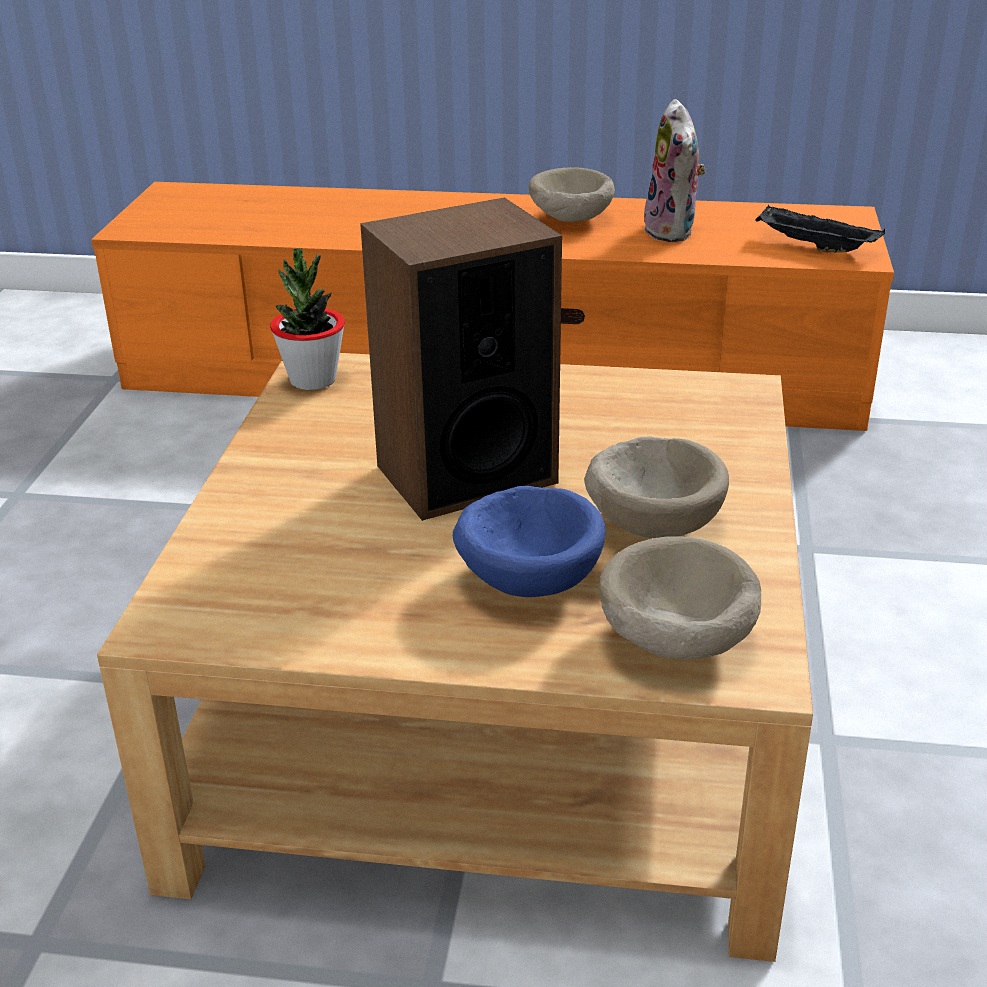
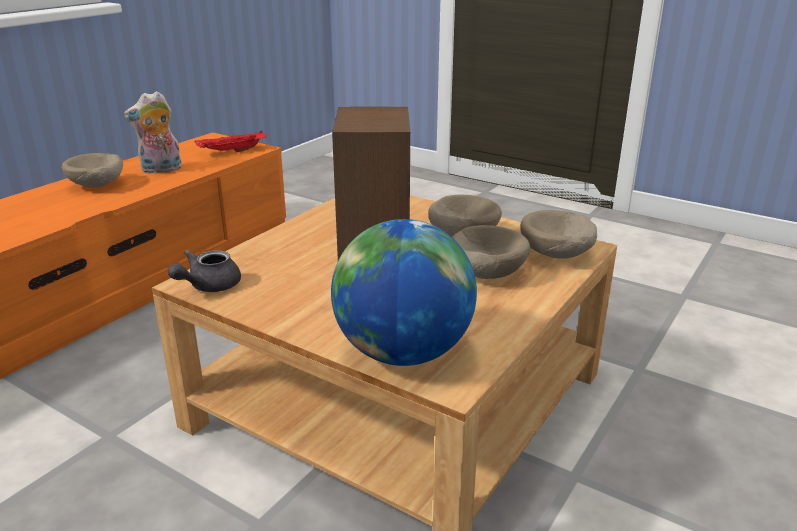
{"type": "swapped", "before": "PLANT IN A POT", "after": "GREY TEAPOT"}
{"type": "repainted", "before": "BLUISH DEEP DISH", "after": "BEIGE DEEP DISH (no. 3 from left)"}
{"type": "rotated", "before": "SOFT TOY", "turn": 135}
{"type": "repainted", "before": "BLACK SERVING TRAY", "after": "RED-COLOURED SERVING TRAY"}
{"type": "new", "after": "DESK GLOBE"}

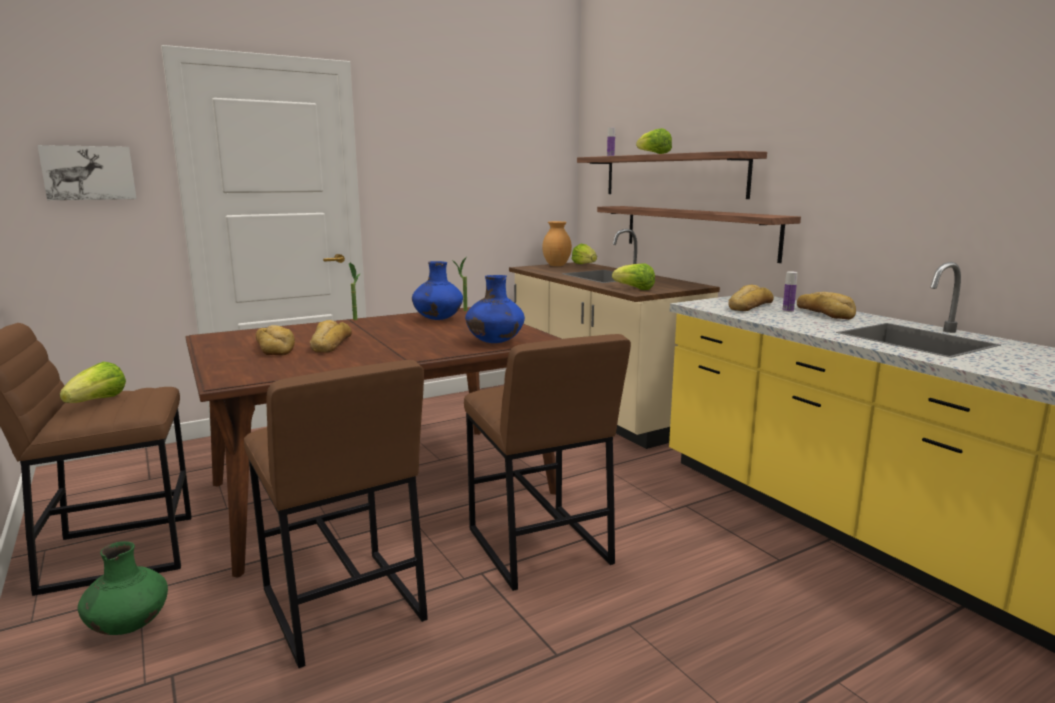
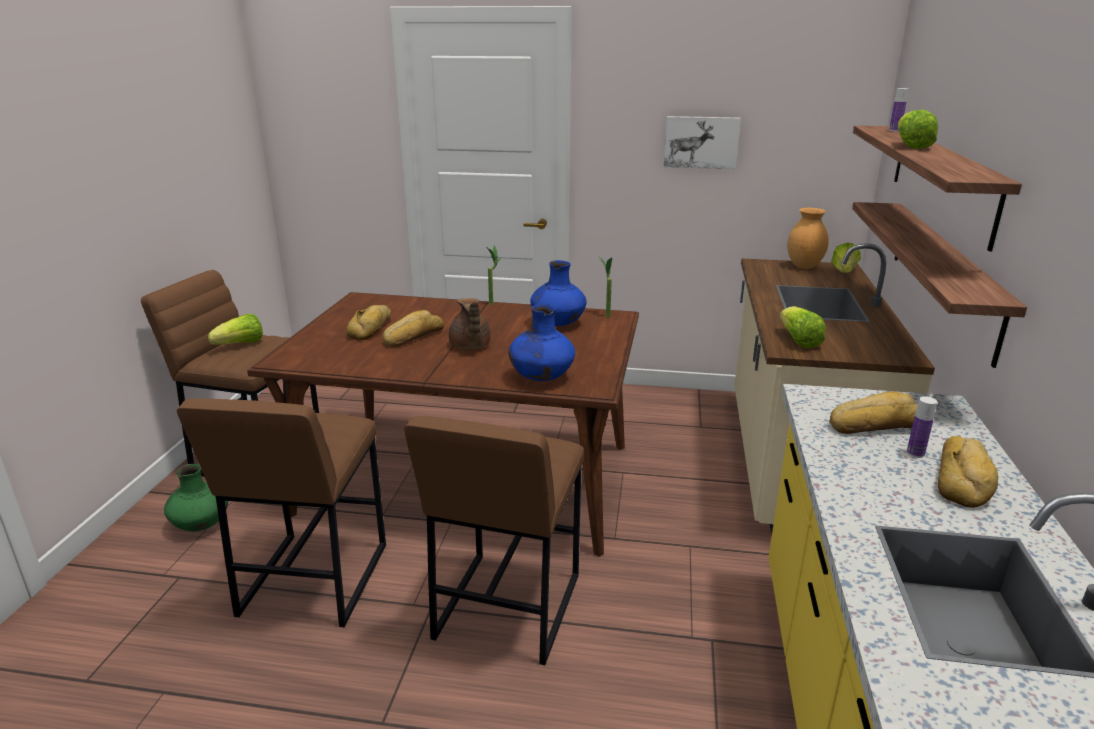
{"type": "shifted", "before": "PICTURE"}
{"type": "new", "after": "BROWN TEAPOT"}

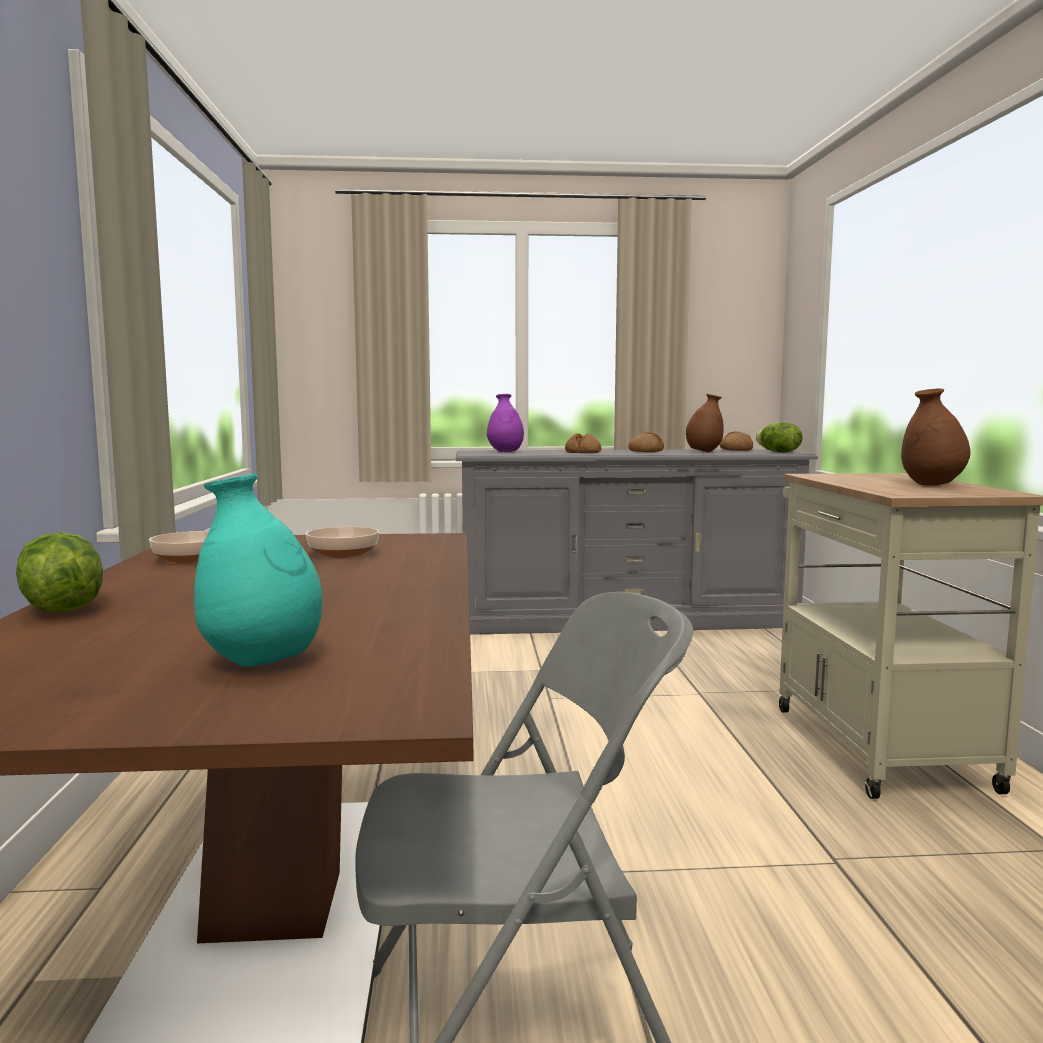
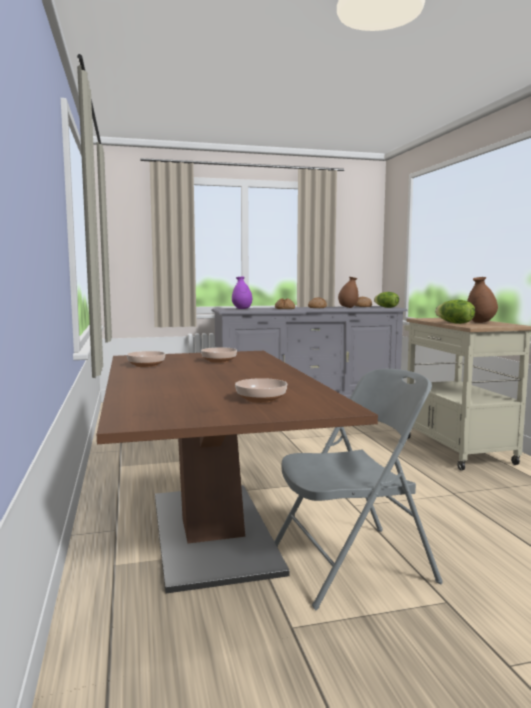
{"type": "shifted", "before": "LETTUCE (no. 1 from left in the first image)", "after": "LETTUCE (no. 2 from left)"}
{"type": "swapped", "before": "TURQUOISE DECORATIVE VASE", "after": "DEEP DISH (no. 3 from left)"}

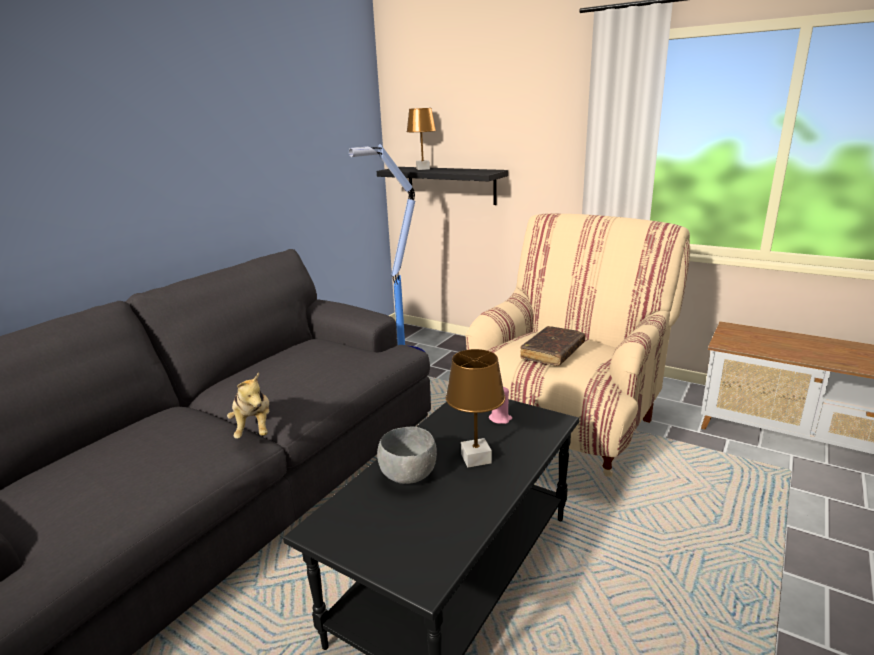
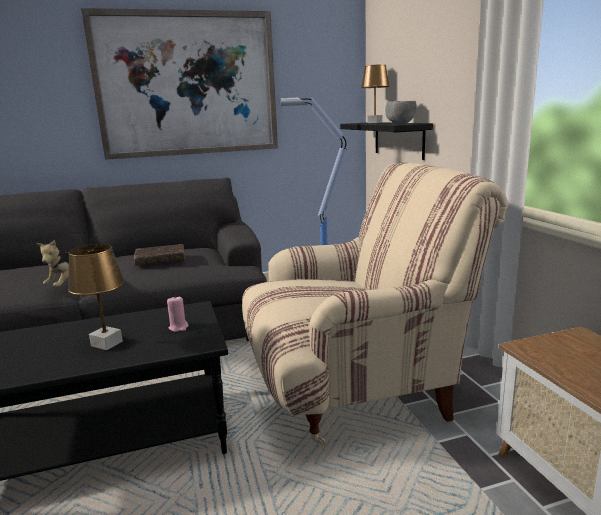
{"type": "shifted", "before": "GREY DEEP DISH"}
{"type": "shifted", "before": "BROWN BOOK"}
{"type": "new", "after": "PICTURE"}

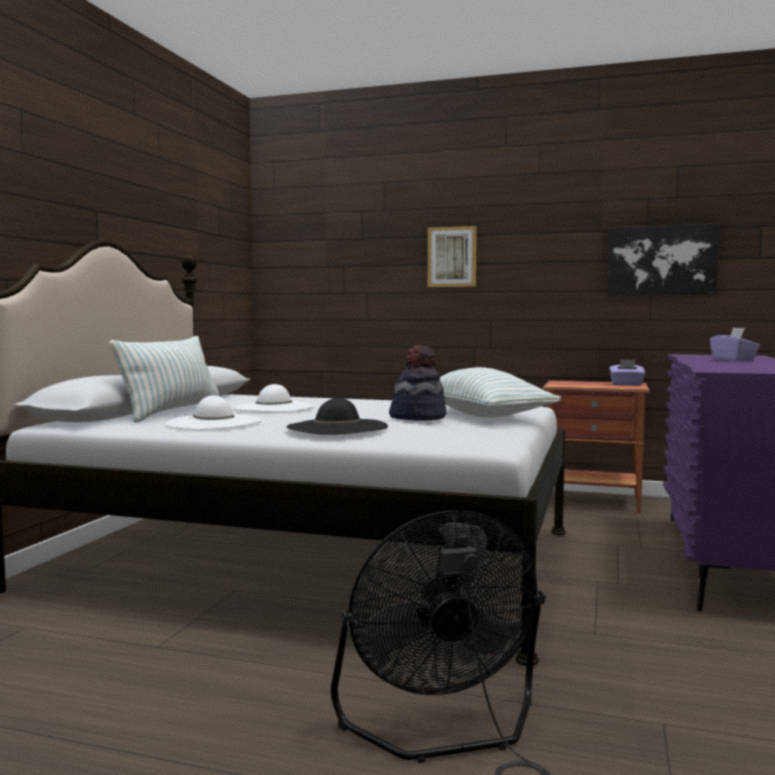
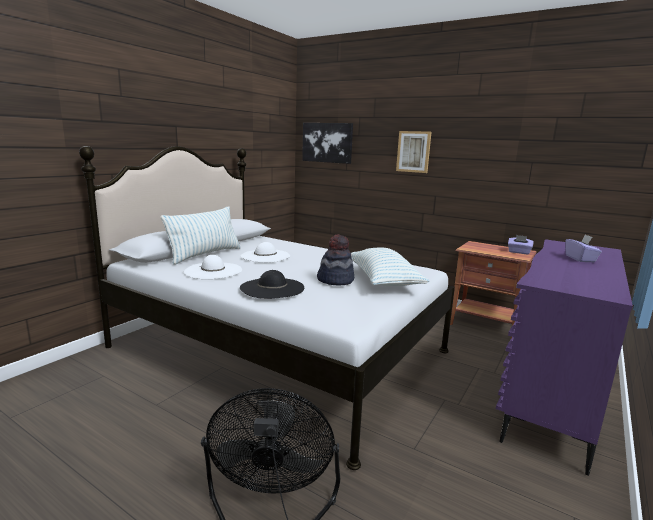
{"type": "shifted", "before": "PICTURE (no. 2 from left in the first image)", "after": "PICTURE (no. 1 from left)"}

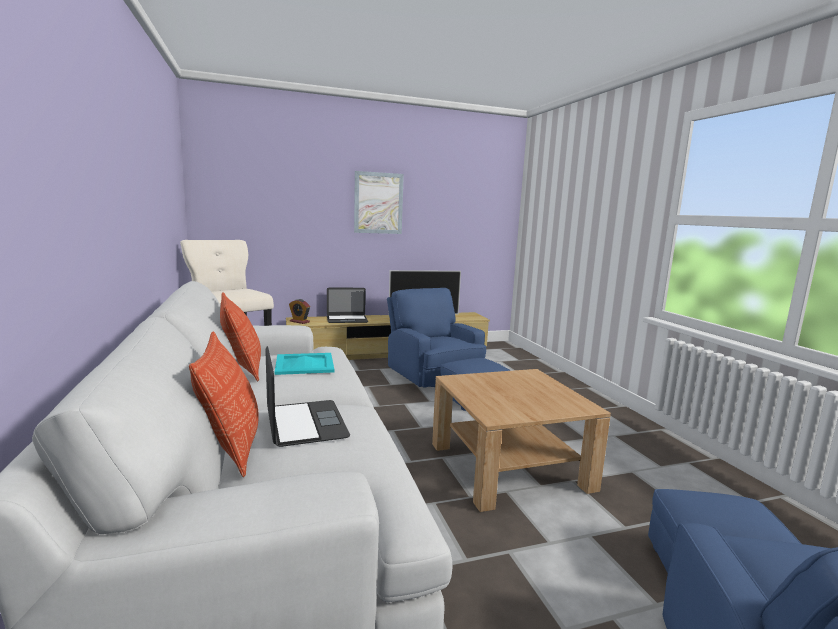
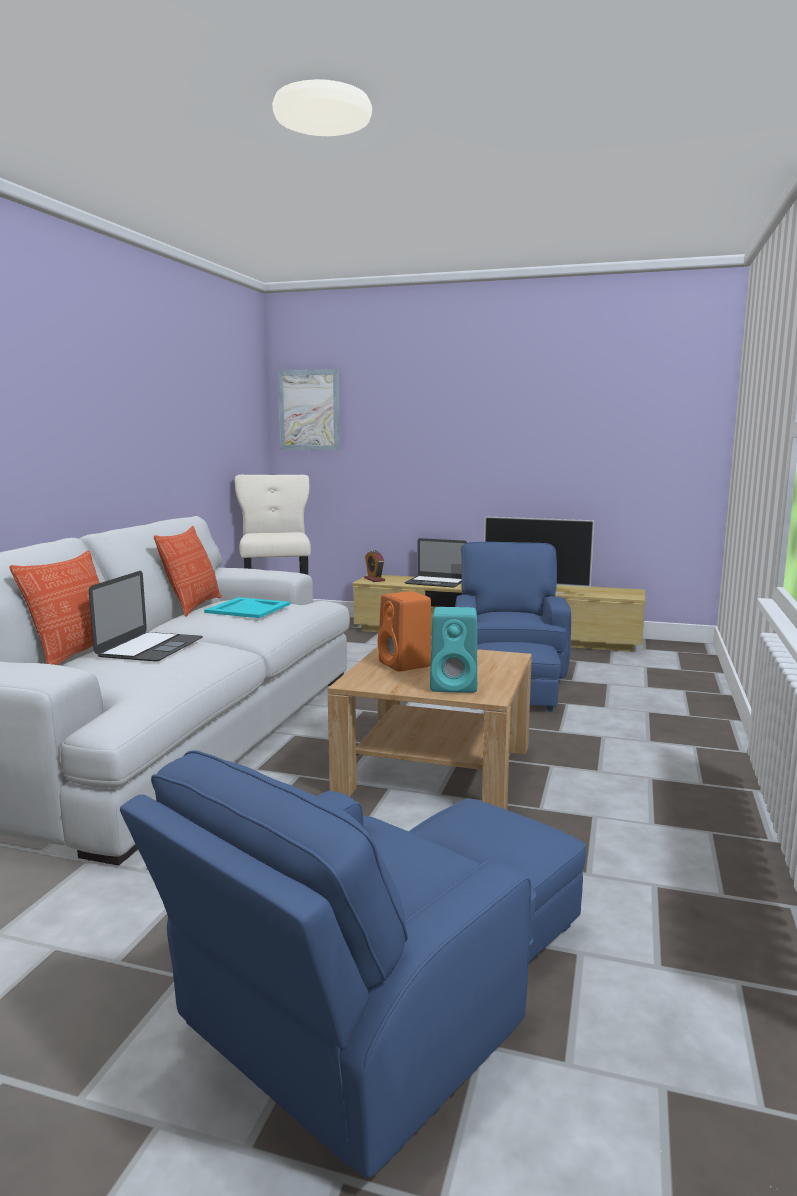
{"type": "shifted", "before": "PICTURE"}
{"type": "new", "after": "ORANGE-COLOURED LOUDSPEAKER"}
{"type": "new", "after": "TURQUOISE LOUDSPEAKER"}

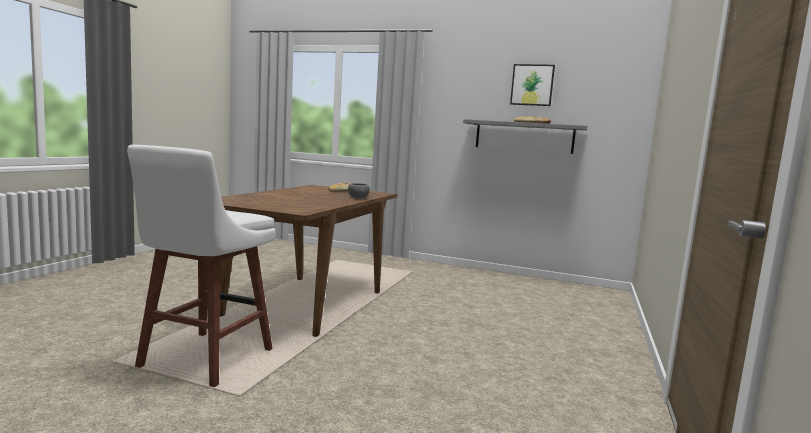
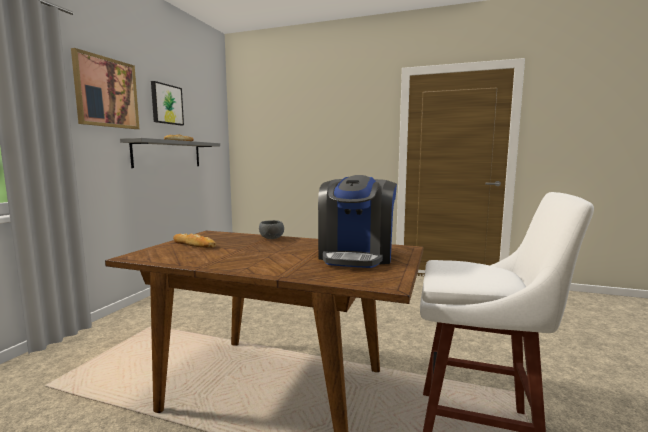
{"type": "new", "after": "PICTURE (no. 1 from left)"}
{"type": "new", "after": "COFFEE BREWER"}

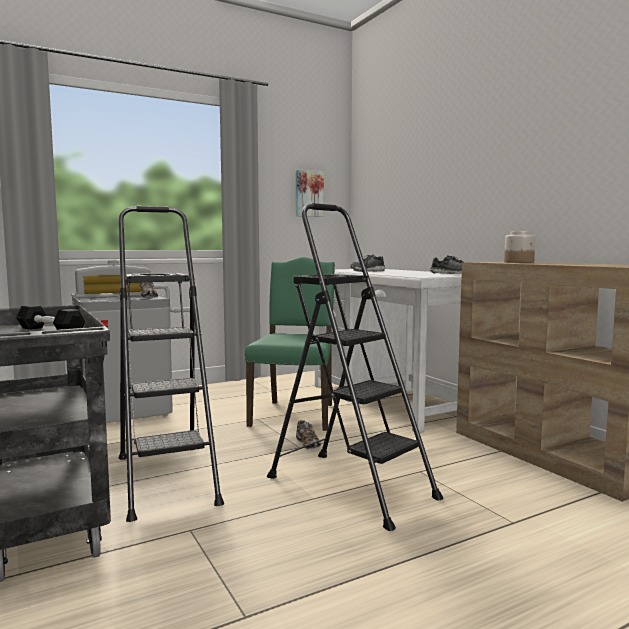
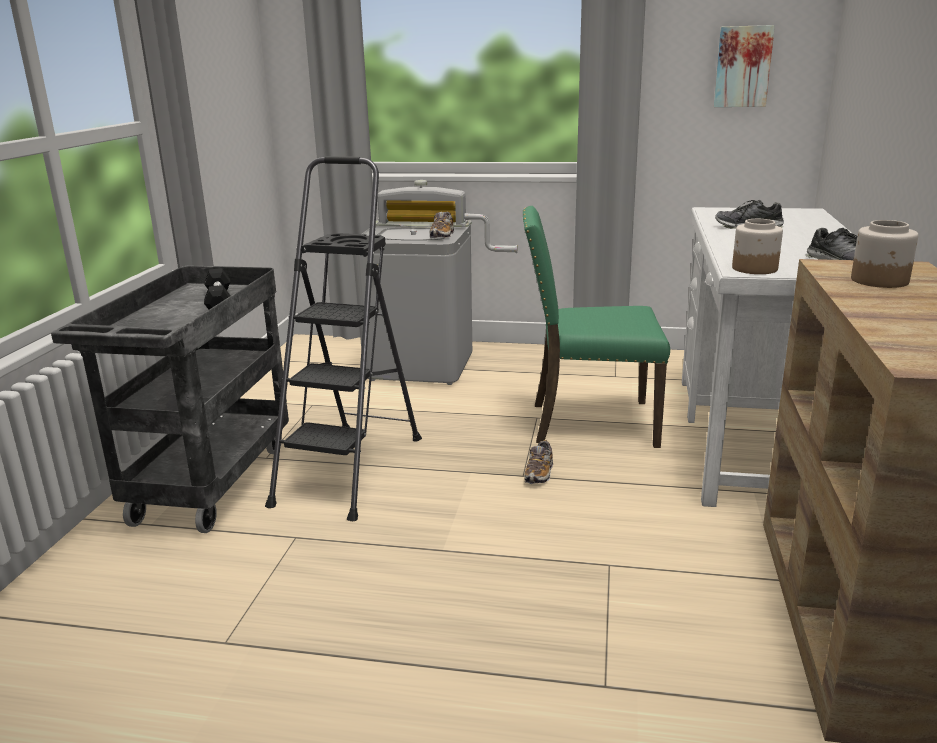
{"type": "rotated", "before": "GREEN CHAIR", "turn": -135}
{"type": "gone", "before": "STEP LADDER (no. 2 from left)"}
{"type": "new", "after": "JAR (no. 1 from left)"}

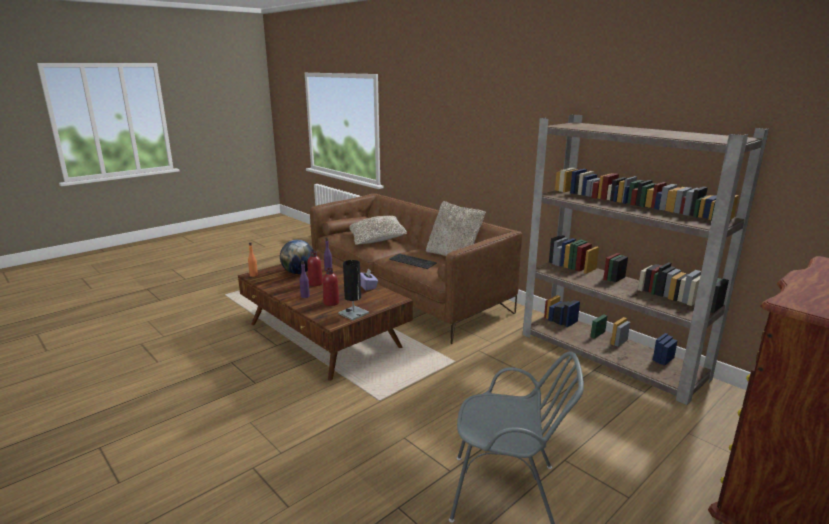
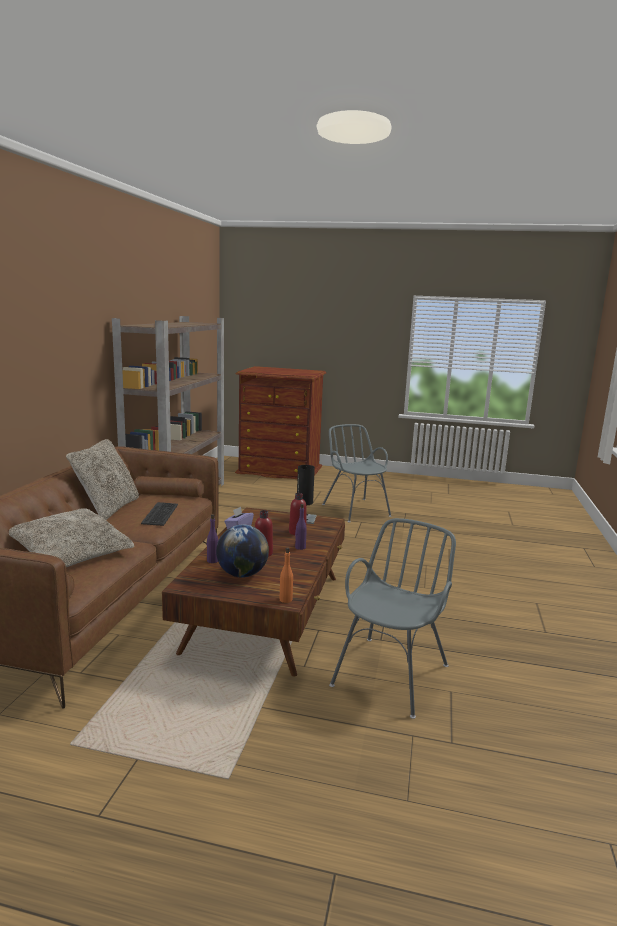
{"type": "new", "after": "GREY CHAIR (no. 2 from left)"}

